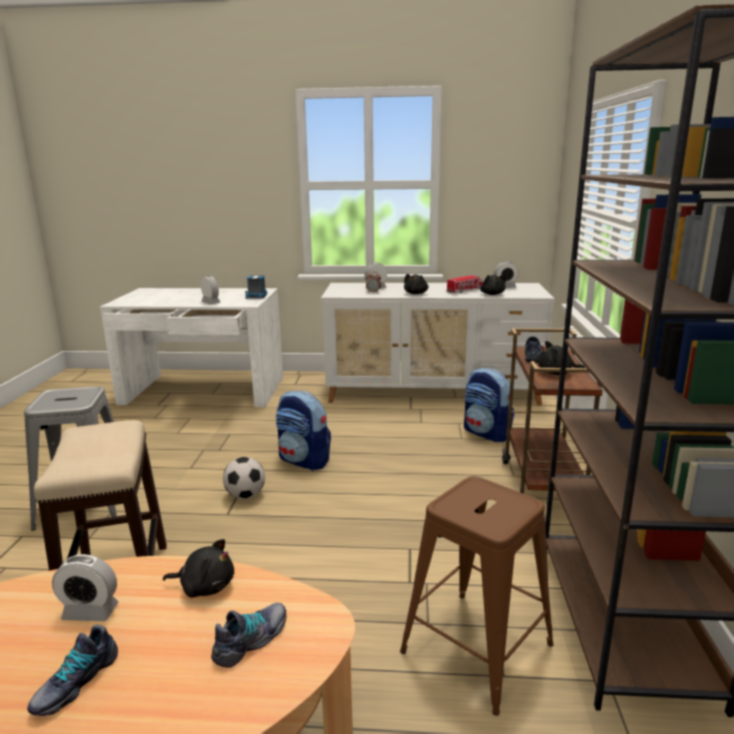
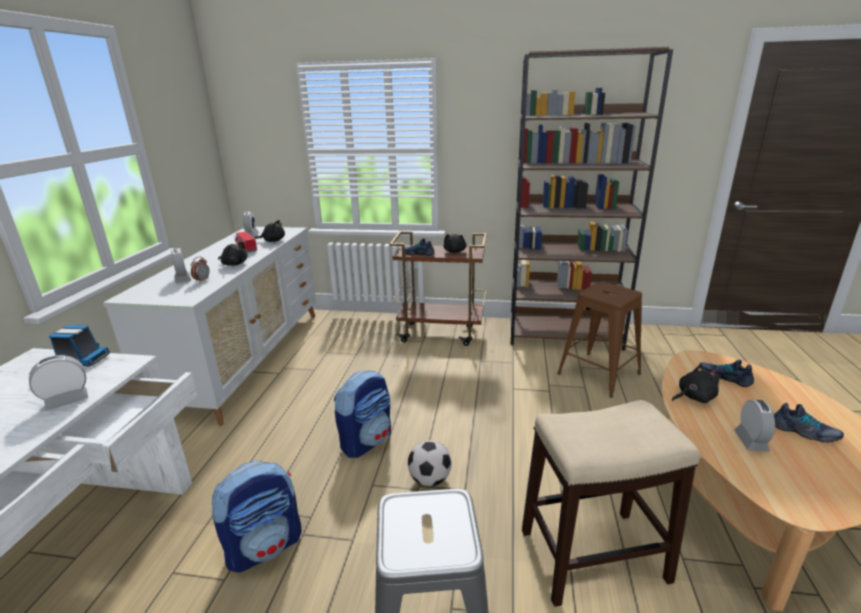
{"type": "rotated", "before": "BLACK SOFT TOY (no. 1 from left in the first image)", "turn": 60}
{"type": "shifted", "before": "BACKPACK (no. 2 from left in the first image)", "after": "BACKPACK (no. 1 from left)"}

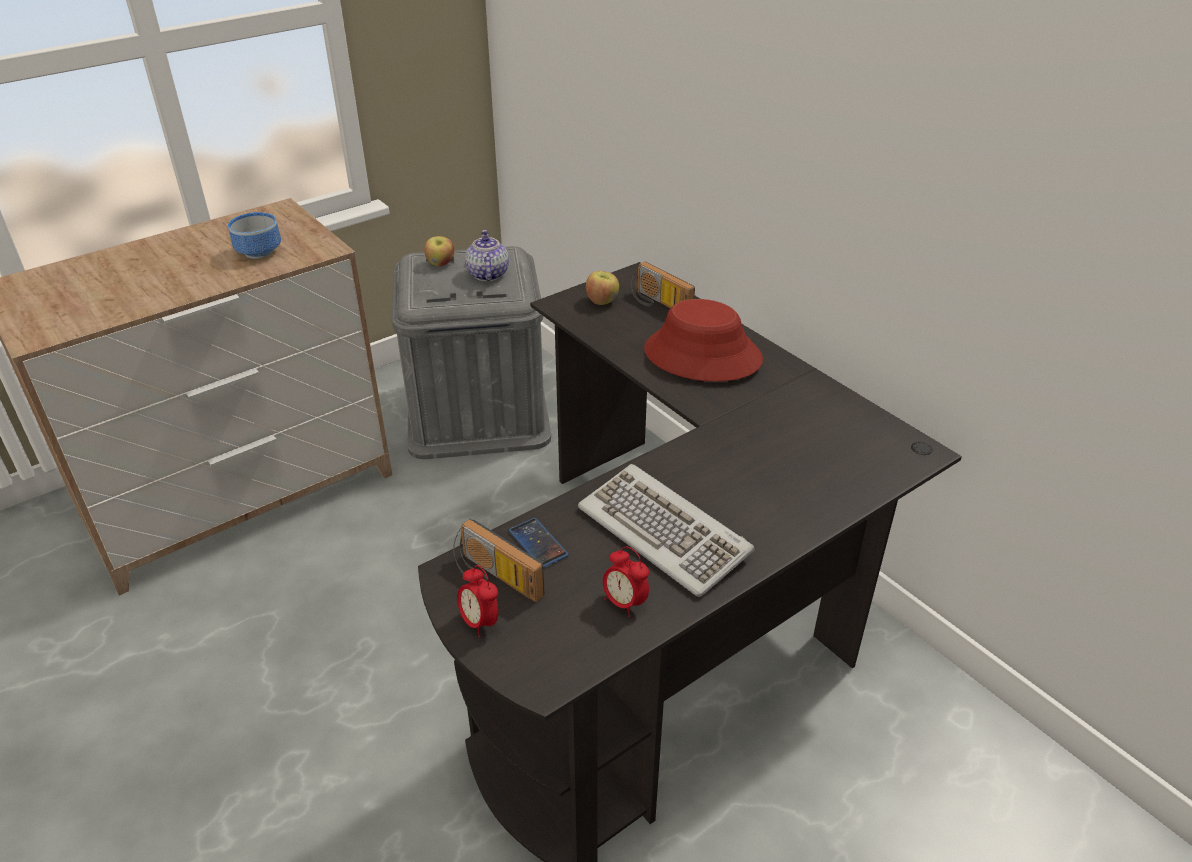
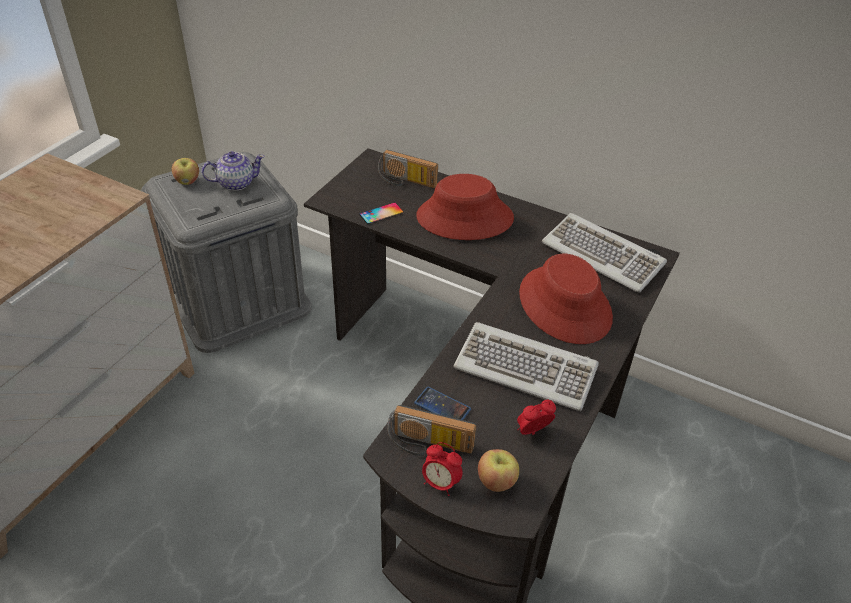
{"type": "gone", "before": "DEEP DISH"}
{"type": "rotated", "before": "TEAPOT", "turn": 105}
{"type": "shifted", "before": "APPLE FRUIT (no. 2 from left)"}
{"type": "rotated", "before": "ALARM CLOCK (no. 2 from left)", "turn": 135}
{"type": "new", "after": "HANDSET (no. 1 from left)"}
{"type": "new", "after": "RED-COLOURED HAT (no. 2 from left)"}
{"type": "new", "after": "COMPUTER KEYBOARD (no. 2 from left)"}

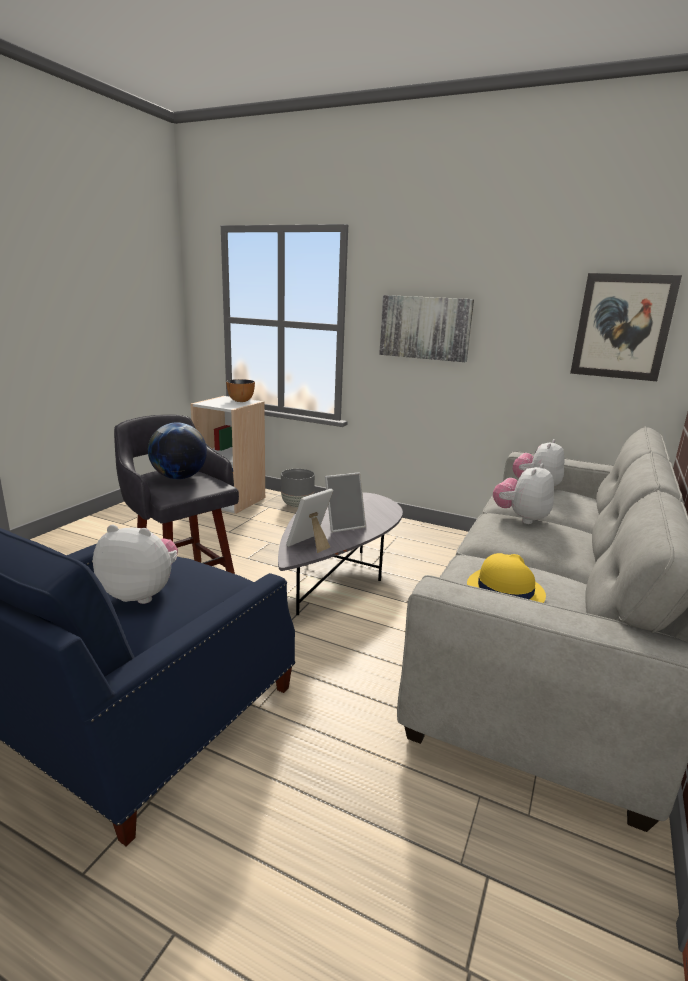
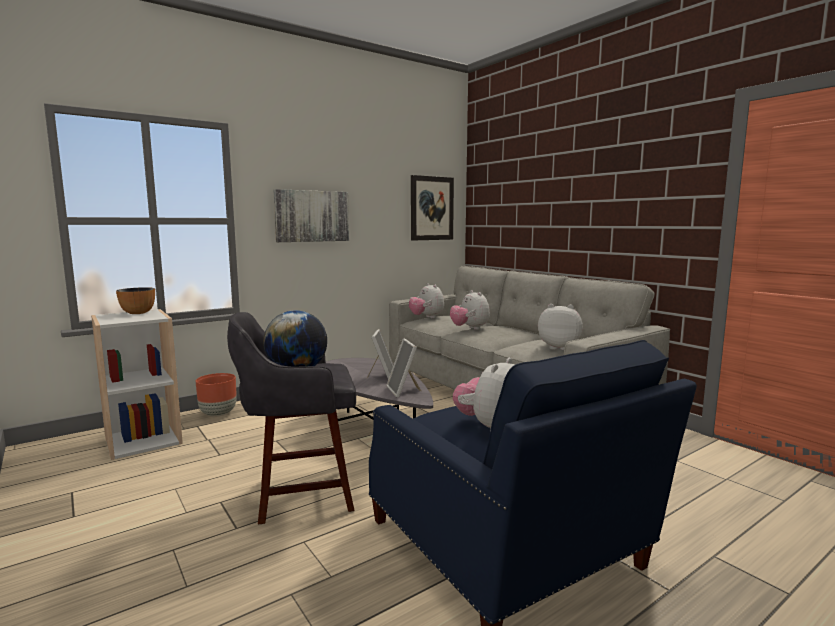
{"type": "repainted", "before": "GREY PLANT POT", "after": "BROWN PLANT POT"}
{"type": "swapped", "before": "YELLOW-COLOURED HAT", "after": "SOFT TOY (no. 4 from left)"}

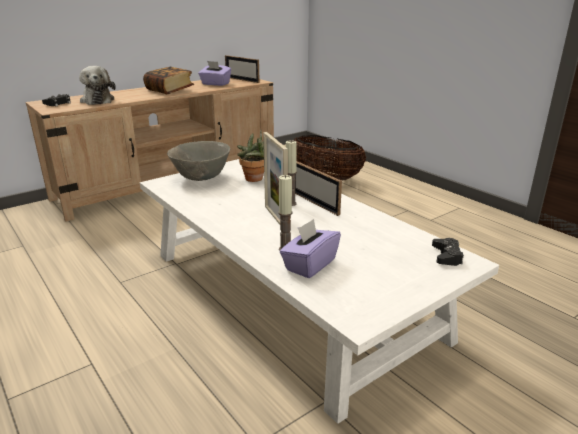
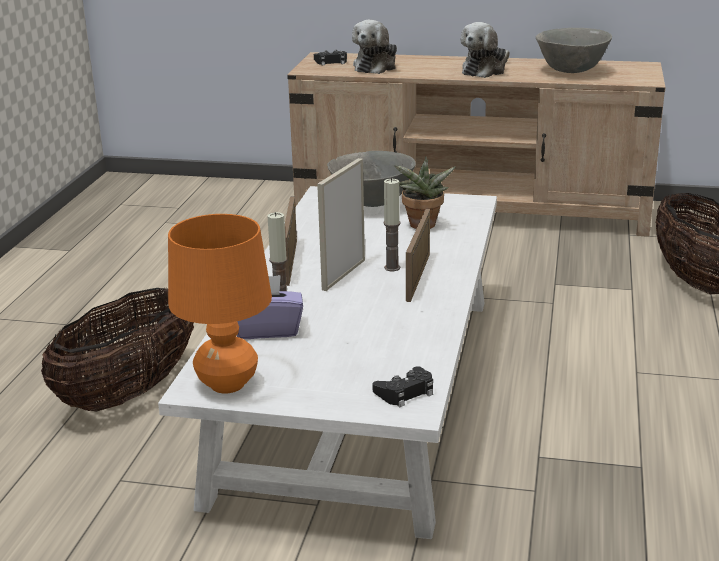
{"type": "swapped", "before": "BOOK", "after": "SOFT TOY (no. 2 from left)"}
{"type": "swapped", "before": "PURPLE TISSUE BOX (no. 1 from left)", "after": "GREY DEEP DISH (no. 2 from left)"}
{"type": "shifted", "before": "STANDING FRAME (no. 1 from left)"}
{"type": "new", "after": "HOUSEHOLD BASKET (no. 1 from left)"}
{"type": "new", "after": "ORANGE-COLOURED LAMP FOR A TABLE"}

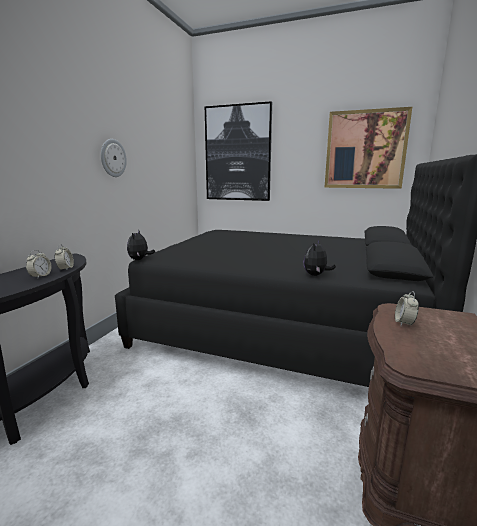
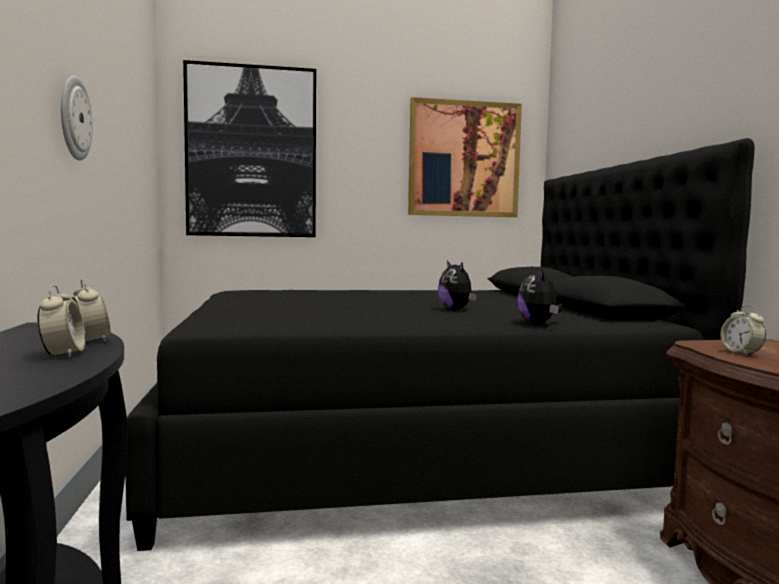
{"type": "shifted", "before": "SOFT TOY (no. 1 from left)"}

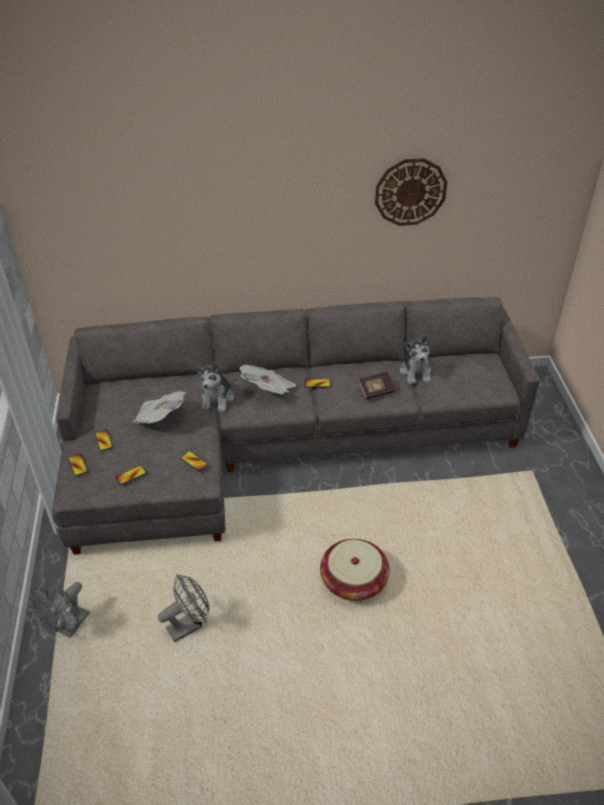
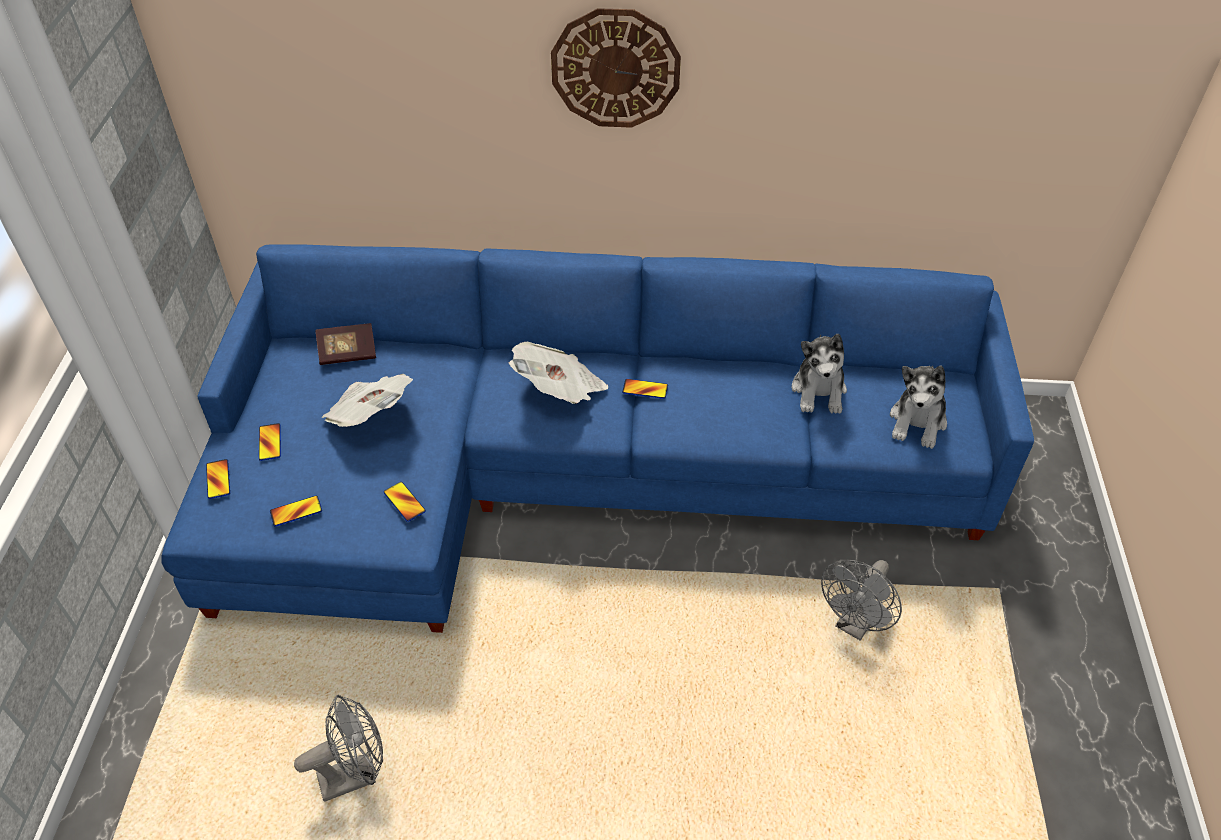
{"type": "shifted", "before": "GREY FAN (no. 1 from left in the first image)", "after": "GREY FAN (no. 2 from left)"}
{"type": "repainted", "before": "GREY SETTEE", "after": "BLUISH SETTEE"}
{"type": "shifted", "before": "SOFT TOY (no. 1 from left in the first image)", "after": "SOFT TOY (no. 2 from left)"}
{"type": "gone", "before": "HOUSEHOLD BASKET"}
{"type": "shifted", "before": "BOOK"}
{"type": "shifted", "before": "HANGING CLOCK"}

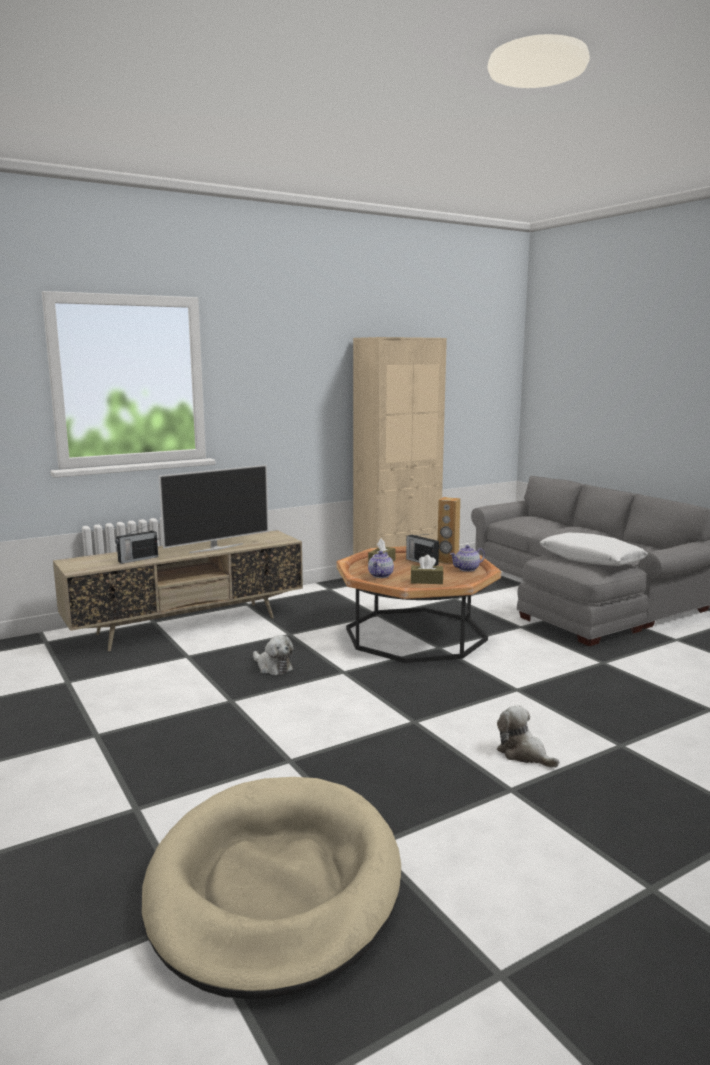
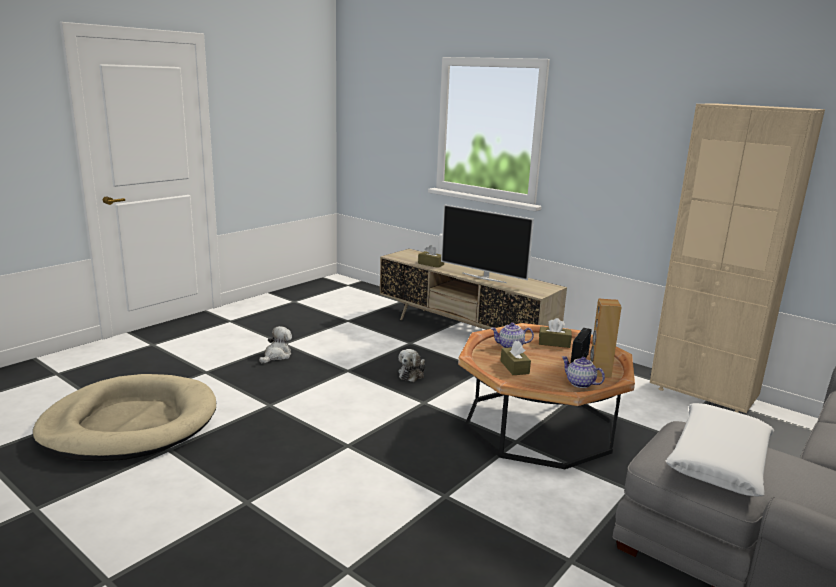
{"type": "swapped", "before": "RADIO SET (no. 1 from left)", "after": "BROWN TISSUE BOX (no. 1 from left)"}
{"type": "shifted", "before": "SOFT TOY (no. 2 from left in the first image)", "after": "SOFT TOY (no. 1 from left)"}

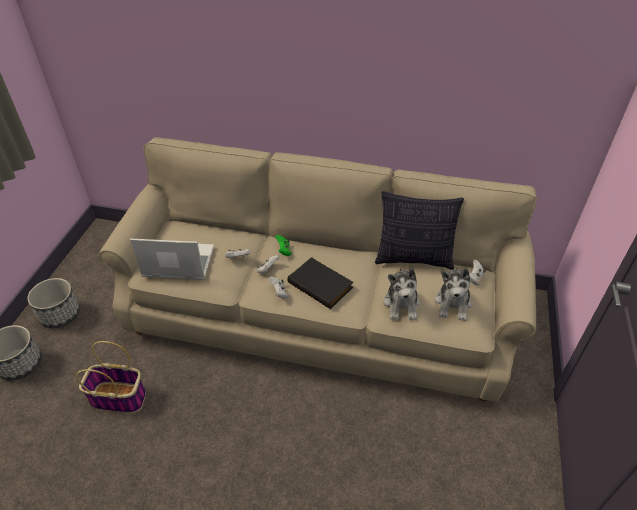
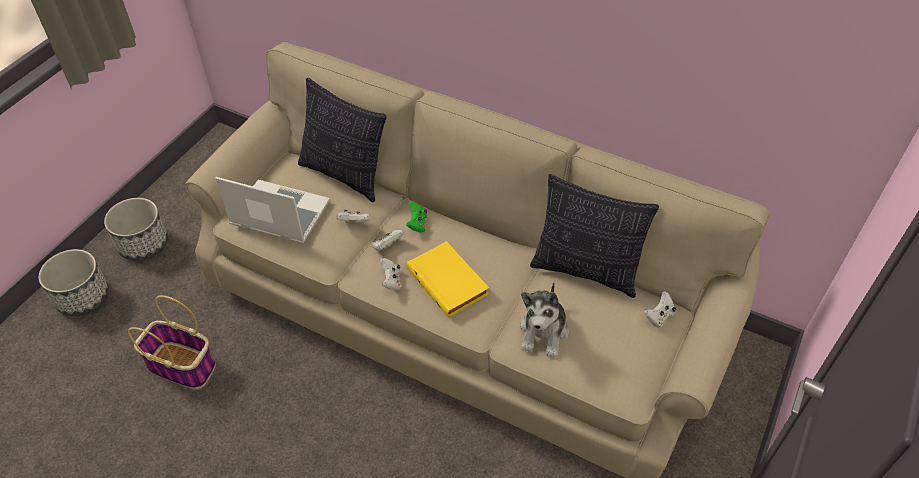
{"type": "repainted", "before": "BLACK BOOK", "after": "YELLOW-COLOURED BOOK"}
{"type": "gone", "before": "SOFT TOY (no. 2 from left)"}
{"type": "new", "after": "CUSHION (no. 1 from left)"}

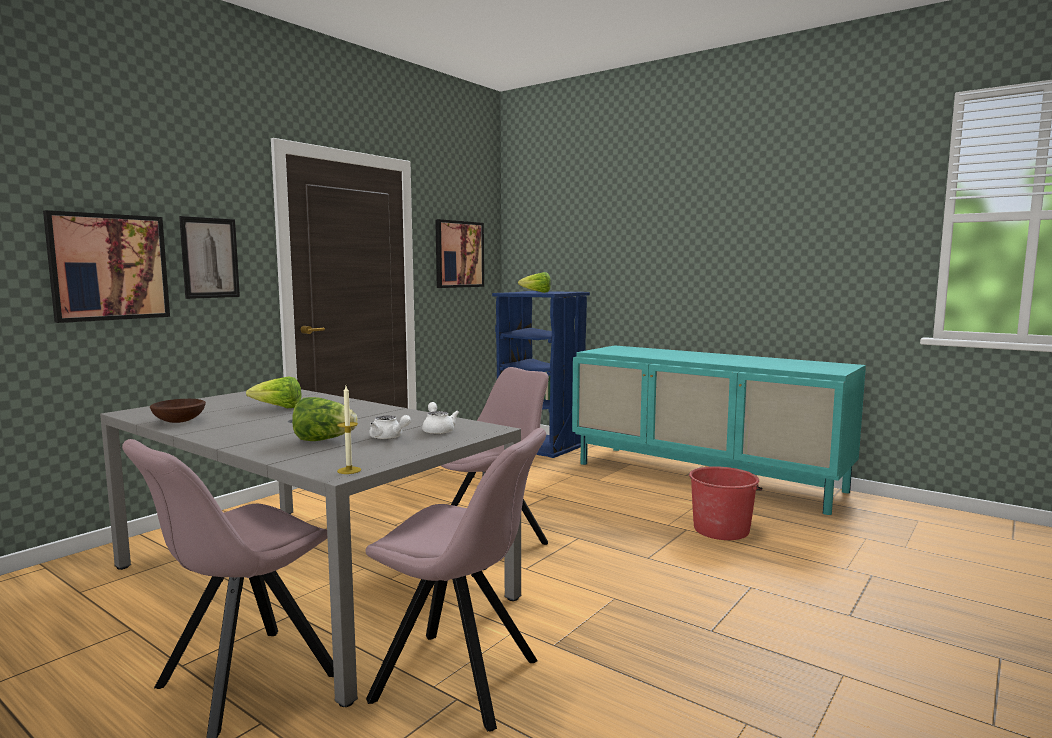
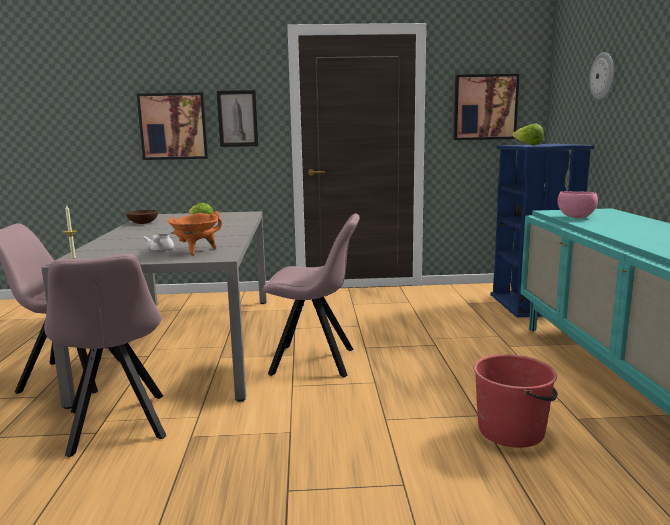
{"type": "gone", "before": "LETTUCE (no. 2 from left)"}
{"type": "swapped", "before": "WHITE TEAPOT (no. 2 from left)", "after": "ORANGE-COLOURED COOKING POT"}
{"type": "new", "after": "PINK-COLOURED DEEP DISH"}
{"type": "new", "after": "HANGING CLOCK"}

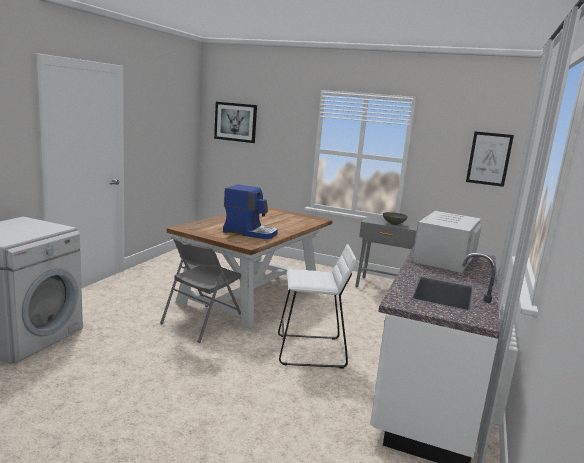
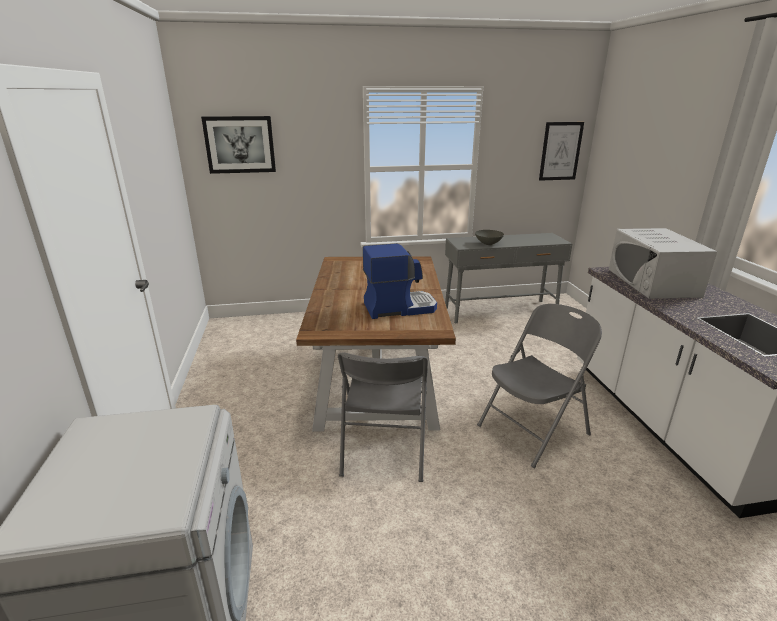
{"type": "swapped", "before": "WHITE SITTING STOOL", "after": "GREY CHAIR (no. 2 from left)"}

